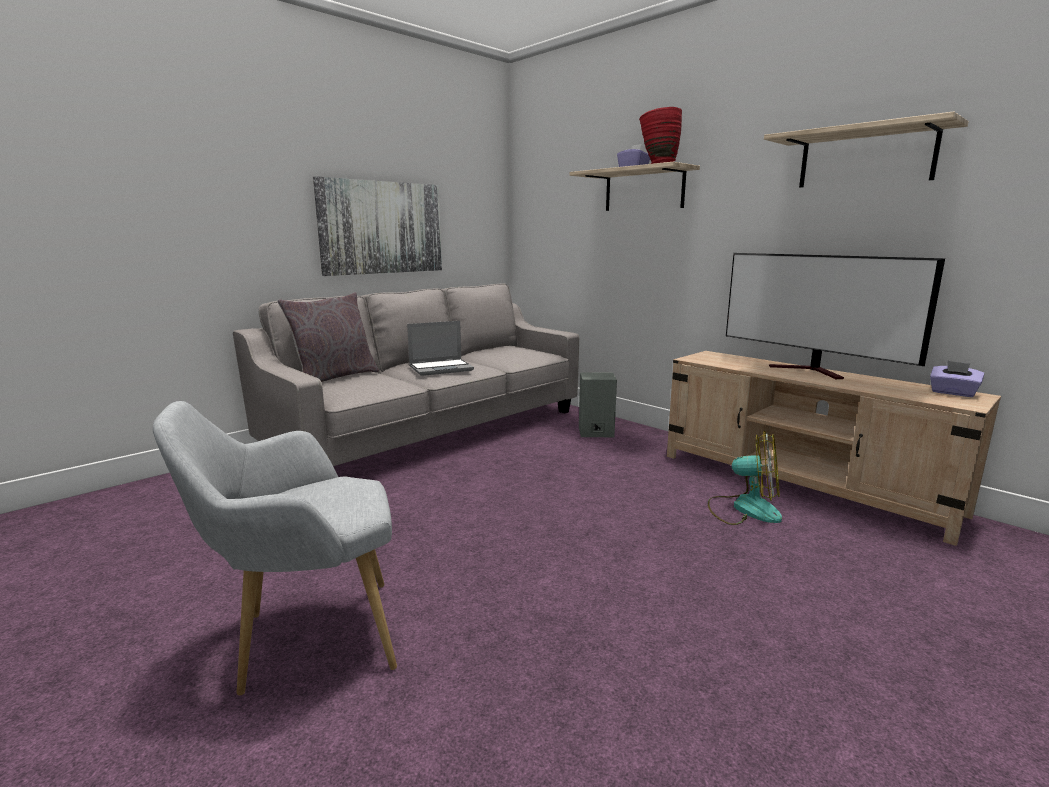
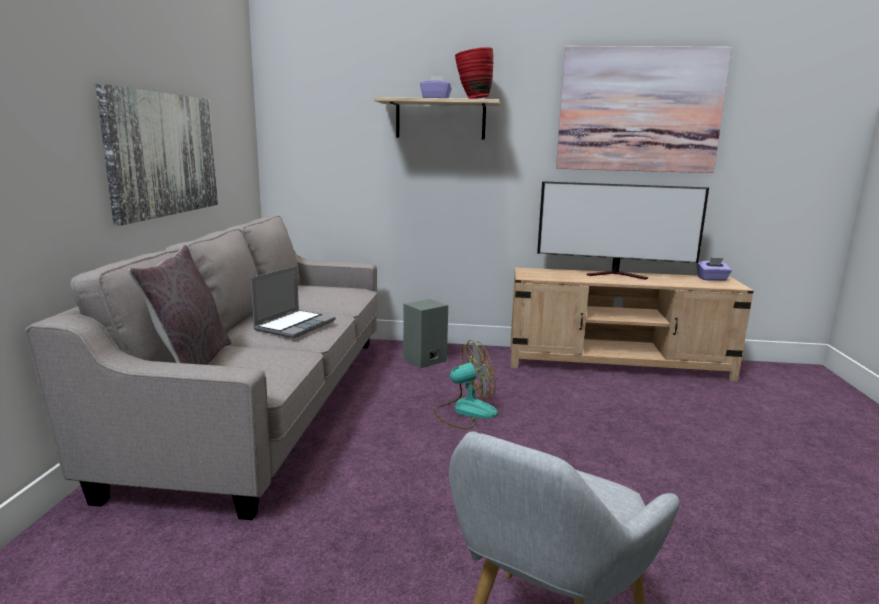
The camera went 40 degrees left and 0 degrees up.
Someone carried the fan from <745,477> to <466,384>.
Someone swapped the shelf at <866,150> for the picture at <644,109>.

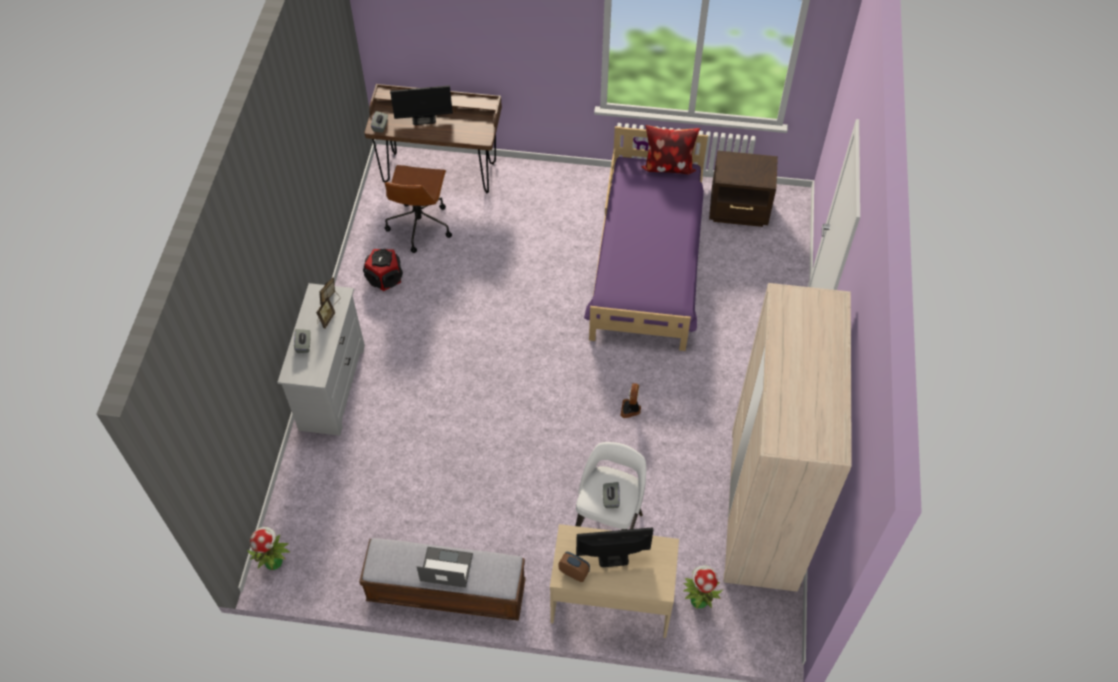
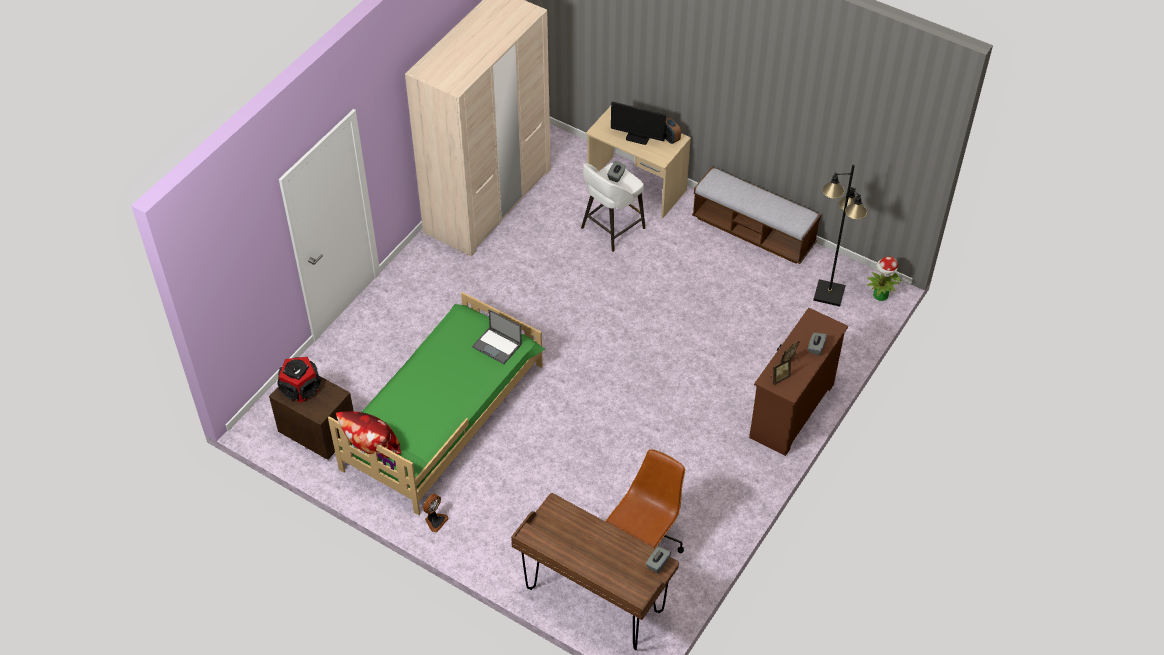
The camera went 155 degrees left and 5 degrees down.
Someone took away the monitor at <421,105>.
Someone took away the potted plant at <703,587>.
Someone put down the floor lamp (black) at <840,236>.
Someone carried the speaker from <383,270> to <299,380>.
Someone carried the laptop from <445,567> to <497,336>.
Someone carried the fan from <630,400> to <436,512>.
Someone repainted the dresser (white) at <321,359>, which became the dresser (brown) at <798,382>.
Someone repainted the bed (purple) at <646,238>, which became the bed (green) at <437,403>.

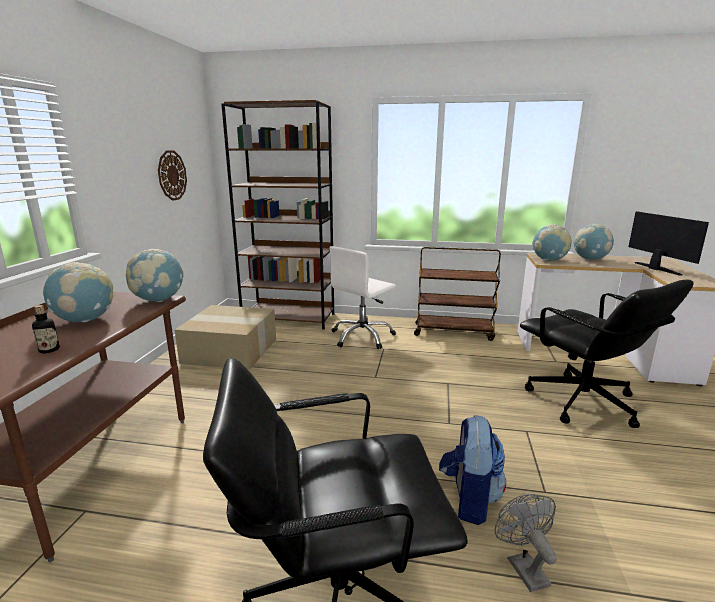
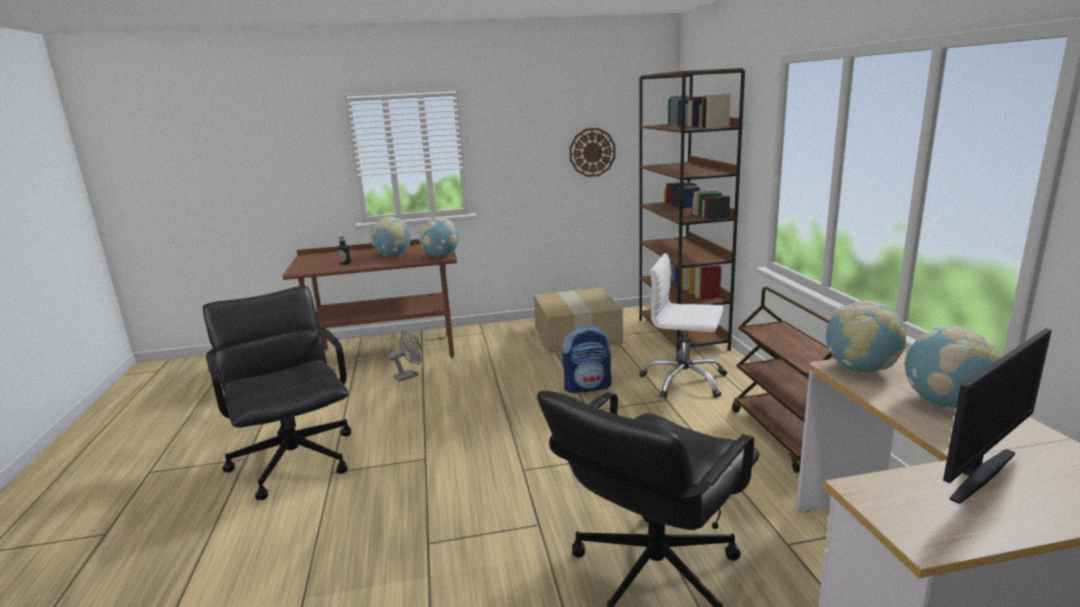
The camera went 70 degrees right and 0 degrees up.
Someone carried the backpack from <472,470> to <587,359>.
Someone carried the fan (grey) from <526,543> to <405,356>.

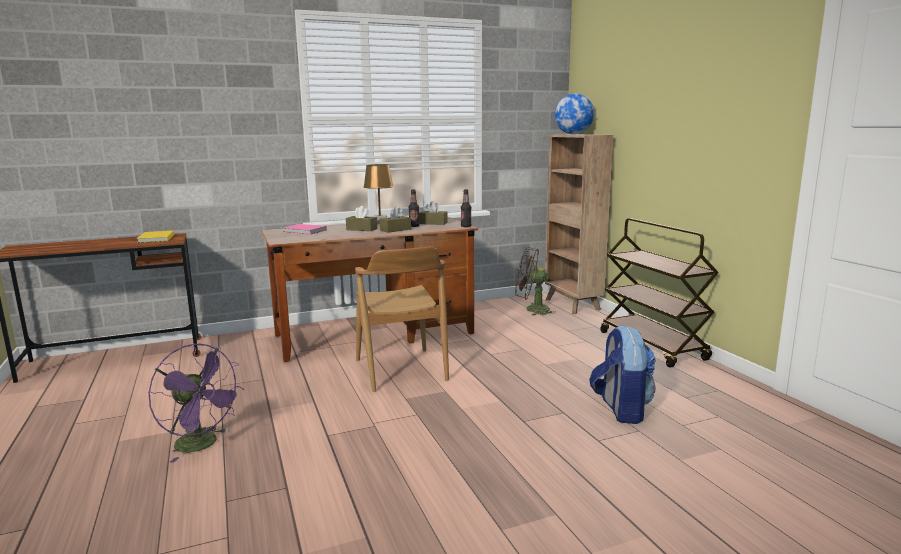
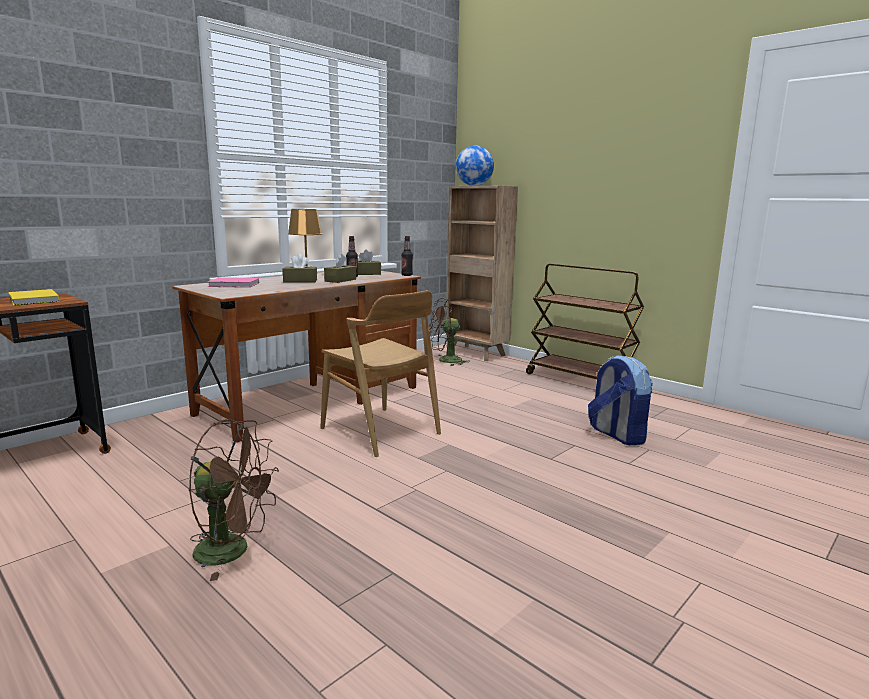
The camera went 25 degrees left and 0 degrees up.
Someone repainted the fan (purple) at <196,403>, which became the fan (brown) at <234,500>.

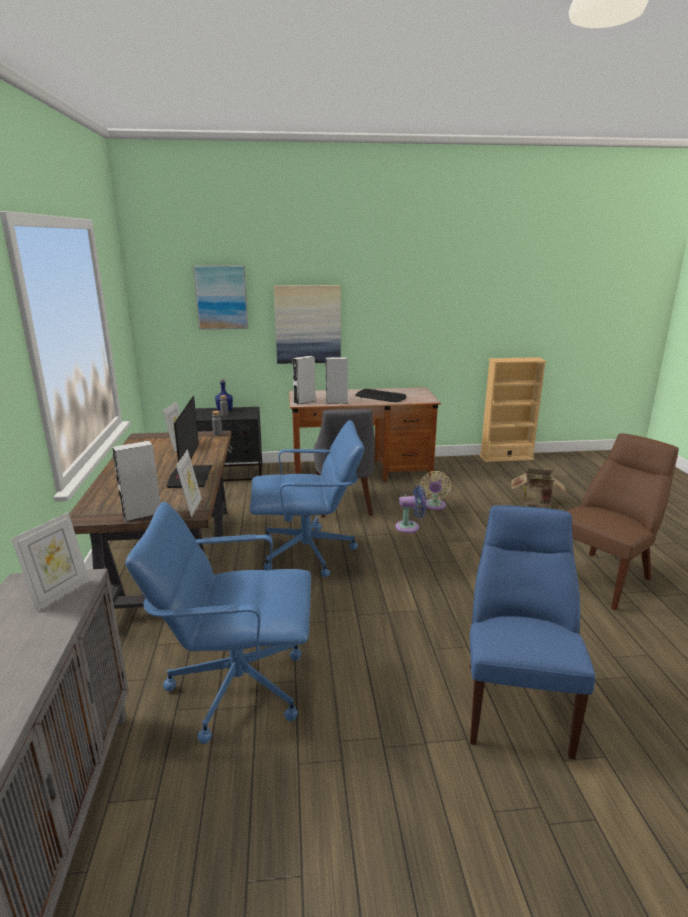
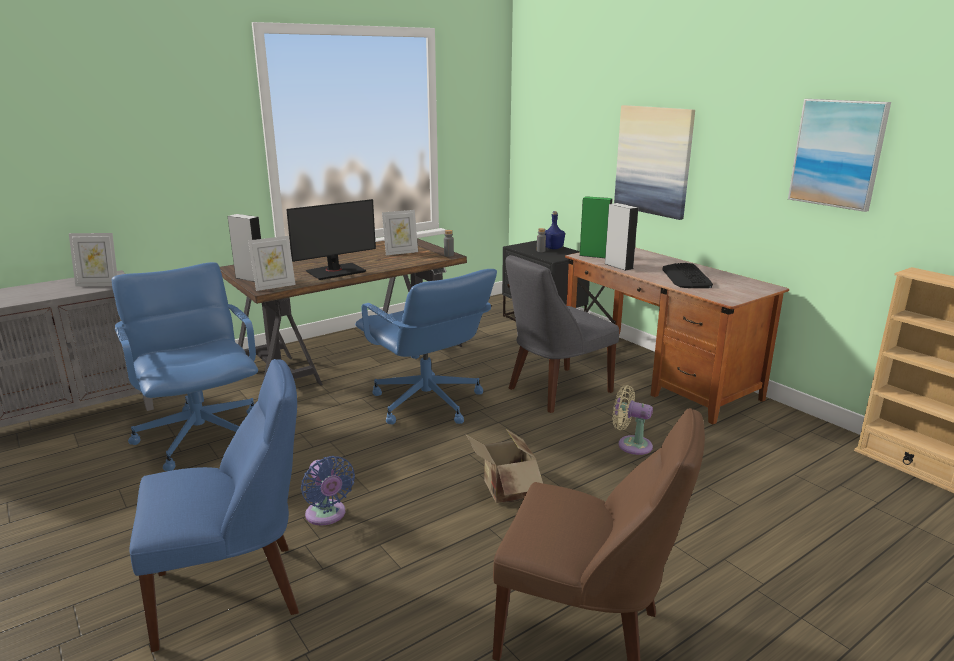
The camera went 60 degrees right and 0 degrees up.
Someone carried the picture from <220,297> to <839,155>.
Someone carried the fan (blue) from <410,509> to <328,490>.
Someone carried the cardboard box from <539,487> to <504,466>.
Someone repainted the speaker (grey) at <304,380>, which became the speaker (green) at <596,227>.
Someone rotated the fan (beige) at <435,490> by 45 degrees clockwise.

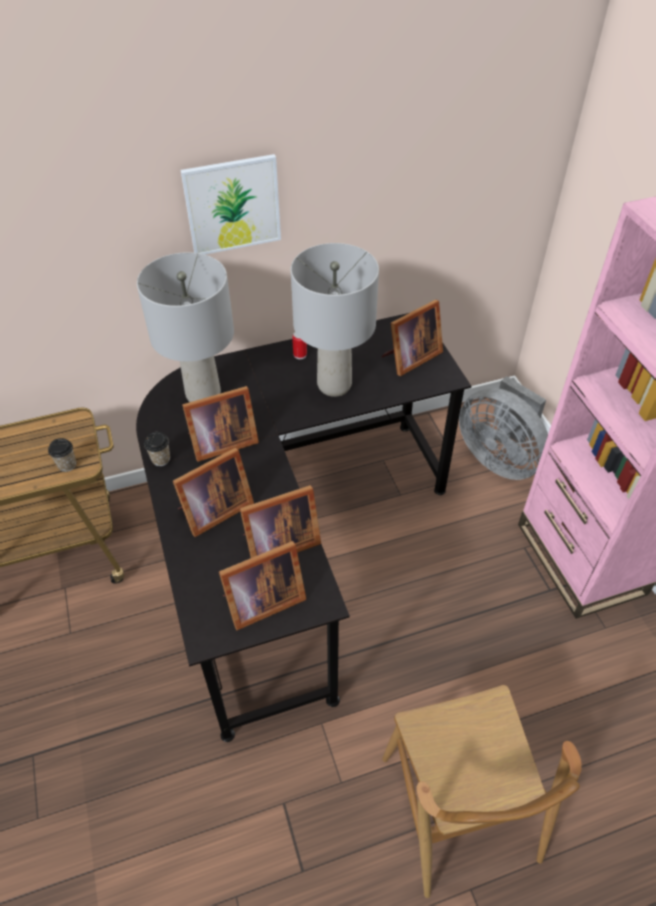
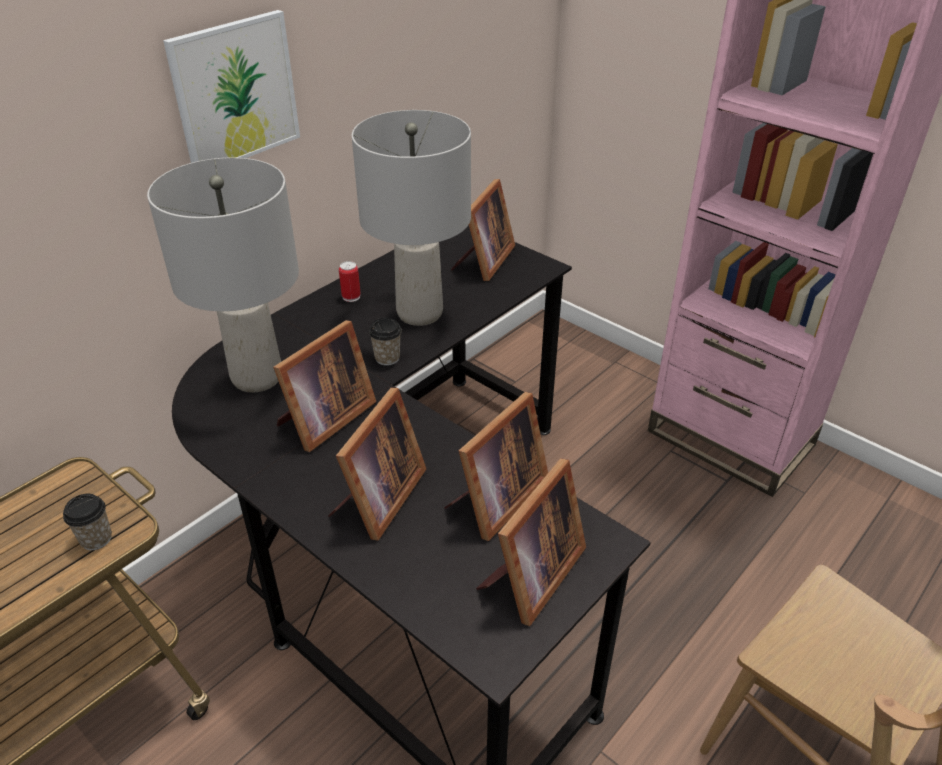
The camera went 30 degrees left and 10 degrees down.
Someone took away the fan (grey) at <503,428>.
Someone carried the cup from <157,449> to <385,342>.

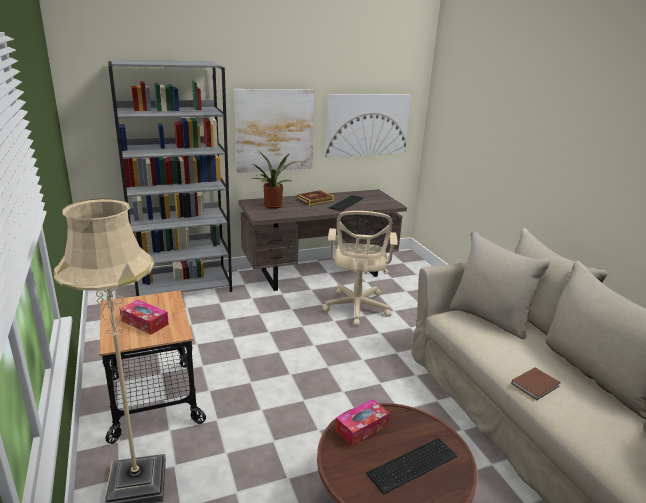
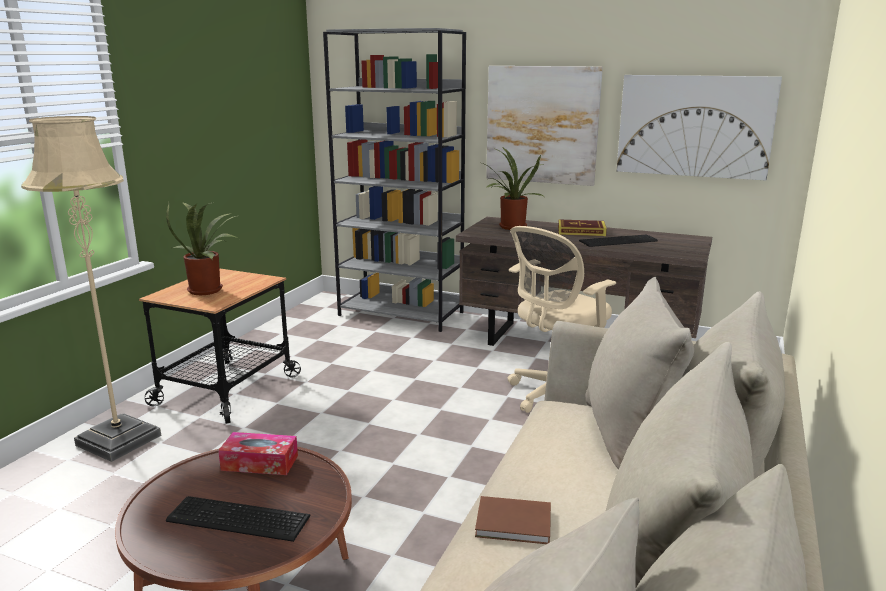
The camera went 45 degrees right and 5 degrees down.
Someone swapped the tissue box at <144,317> for the potted plant at <202,248>.

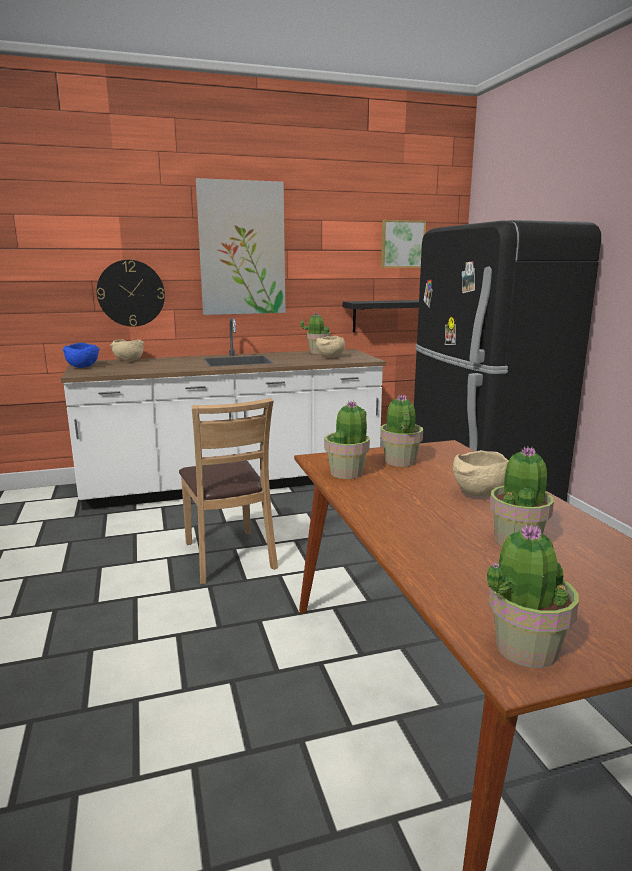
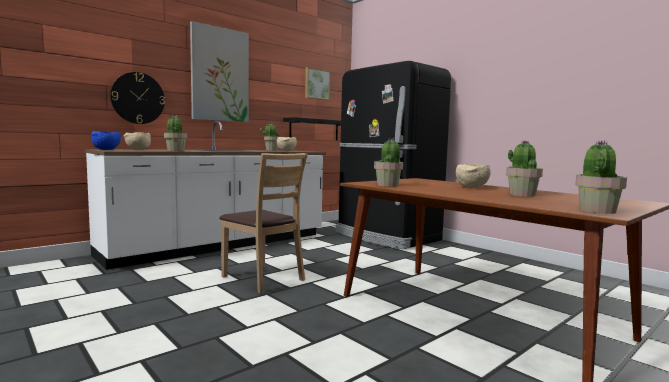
The camera went 25 degrees left and 10 degrees down.
Someone carried the potted plant from <401,430> to <175,133>.

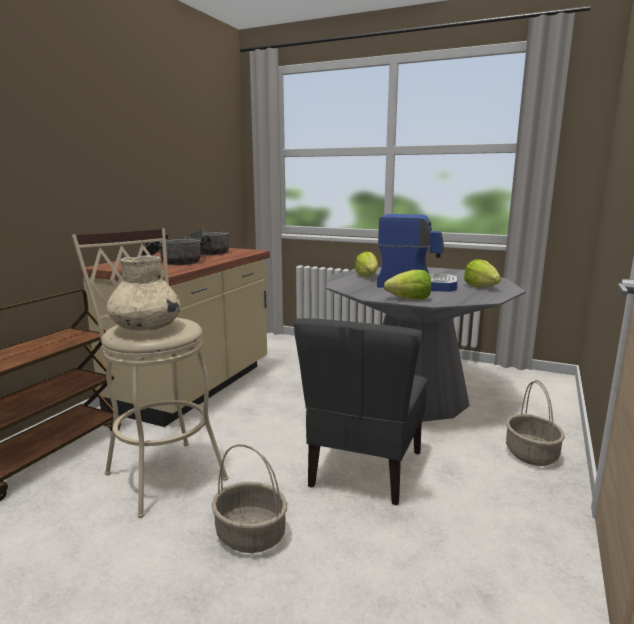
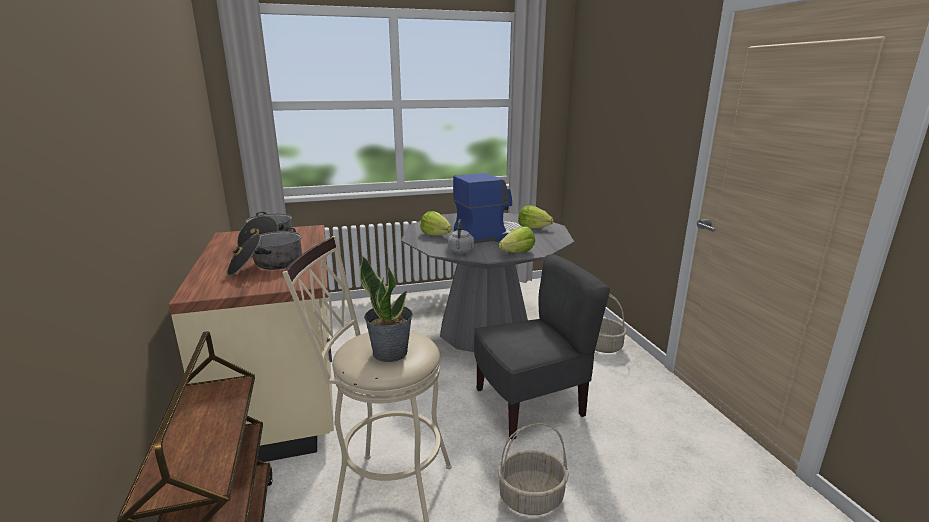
The camera went 40 degrees left and 5 degrees up.
Someone put down the kettle (grey) at <461,236>.
Someone swapped the vase (beige) at <144,293> for the potted plant at <386,309>.
Someone rotated the chair (grey) at <360,411> by 90 degrees counterclockwise.

